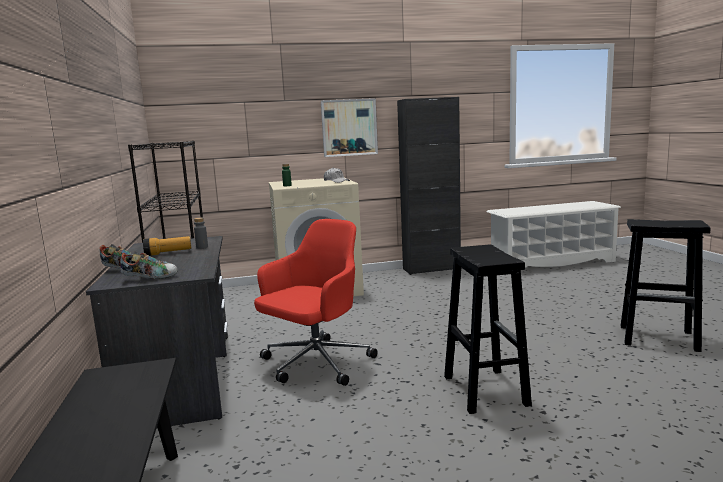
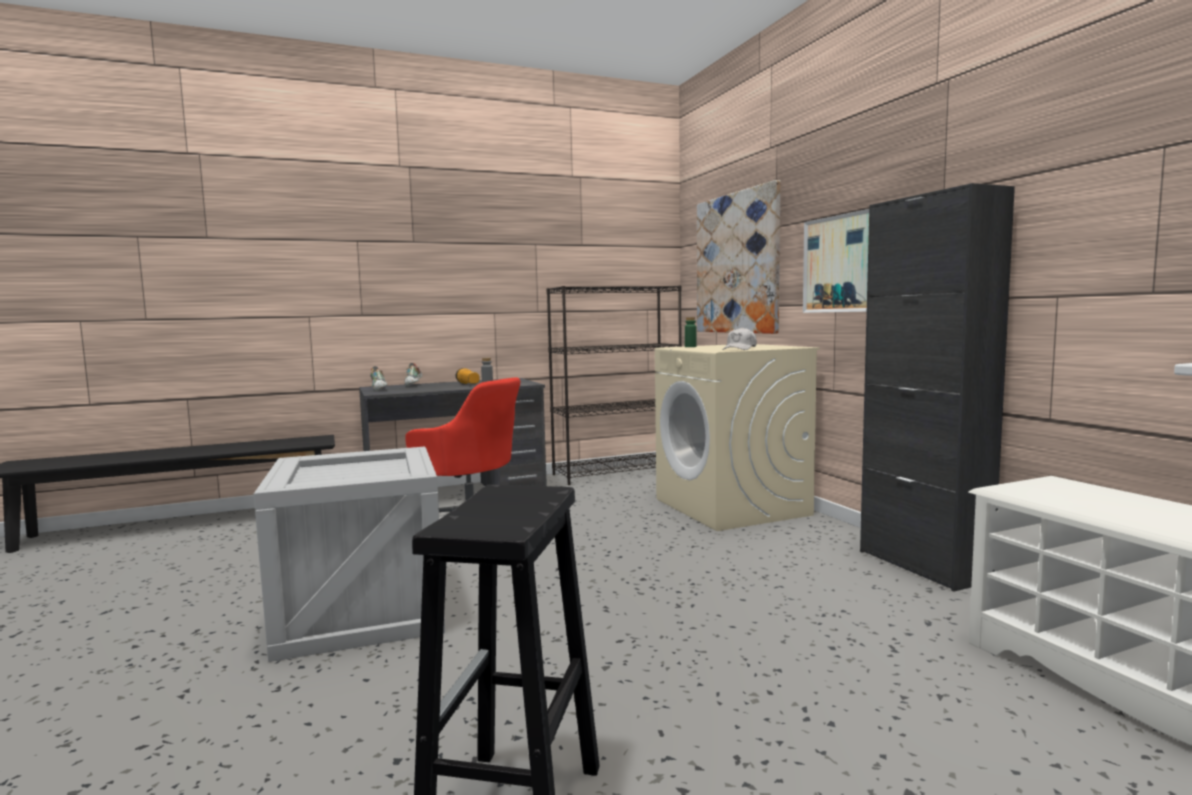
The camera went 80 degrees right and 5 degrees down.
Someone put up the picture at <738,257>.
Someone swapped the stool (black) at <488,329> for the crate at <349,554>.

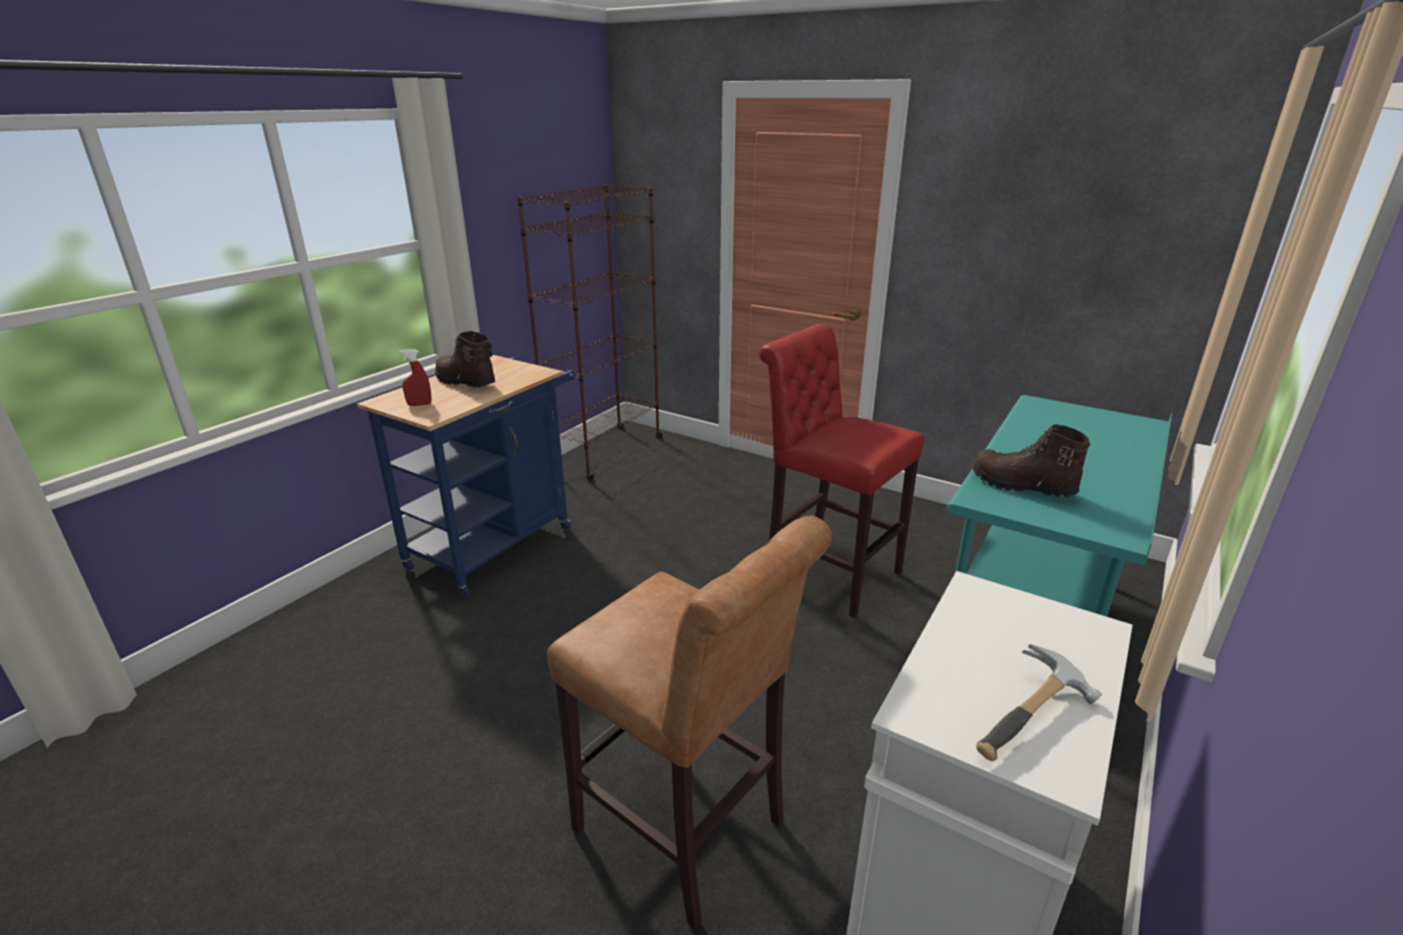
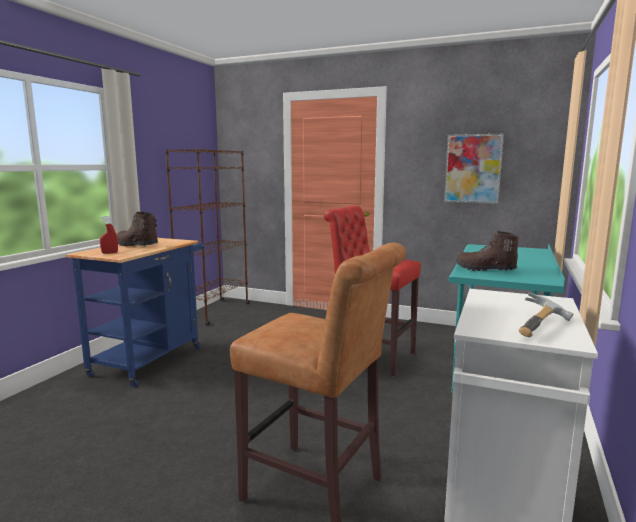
The camera went 10 degrees left and 15 degrees down.
Someone put up the picture at <474,169>.

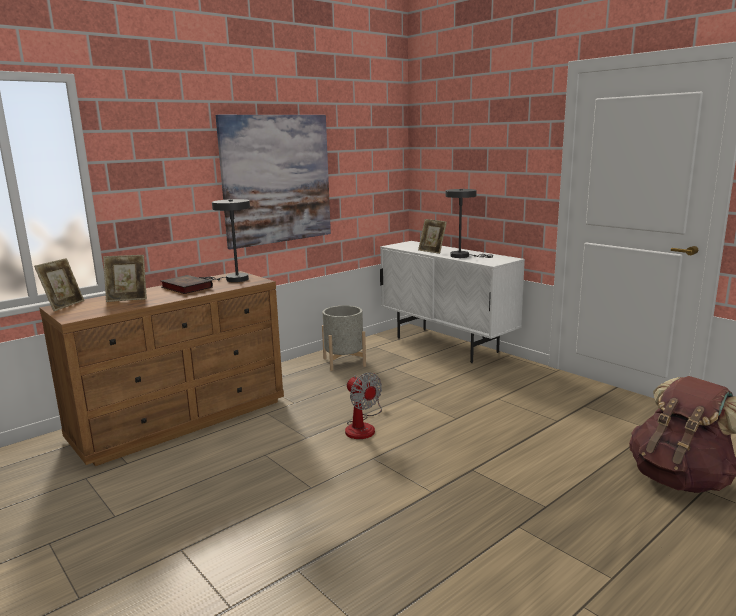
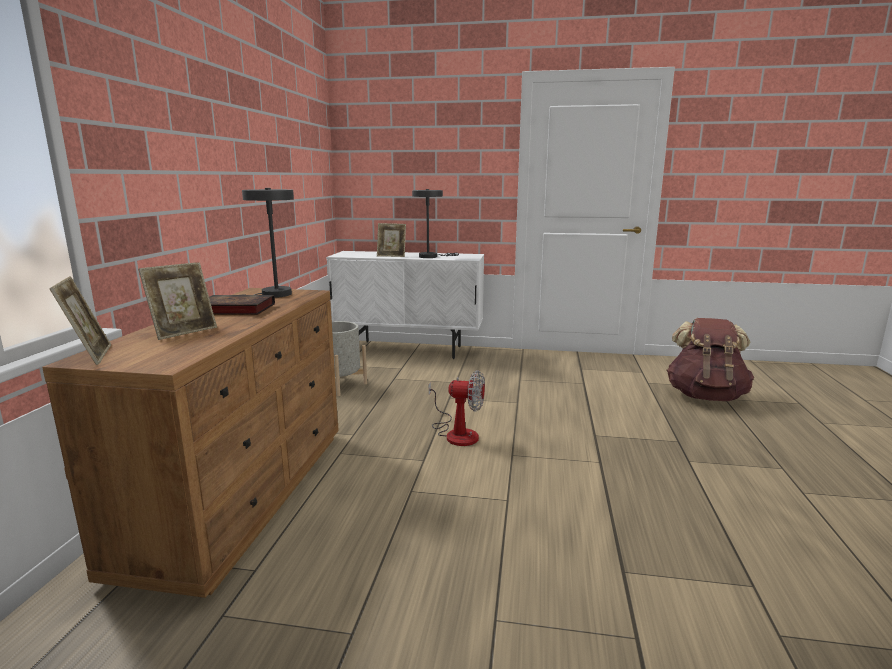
The camera went 40 degrees left and 0 degrees up.
Someone took away the picture at <273,182>.

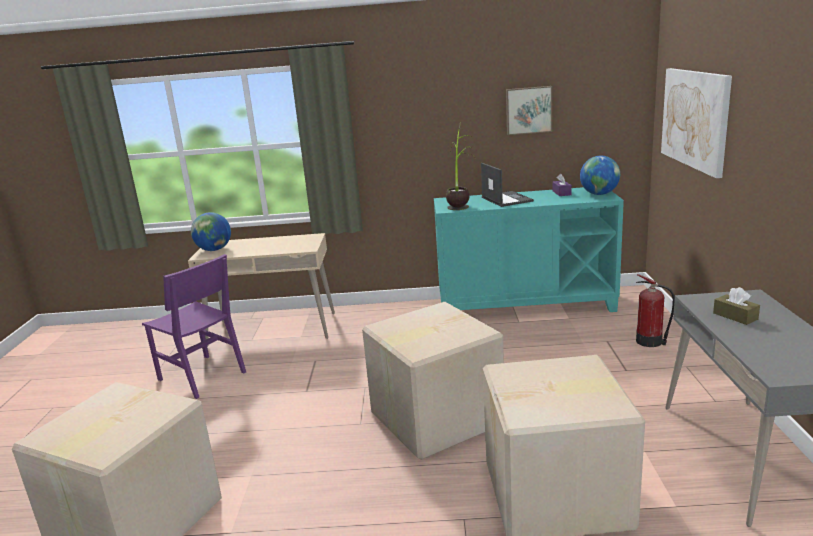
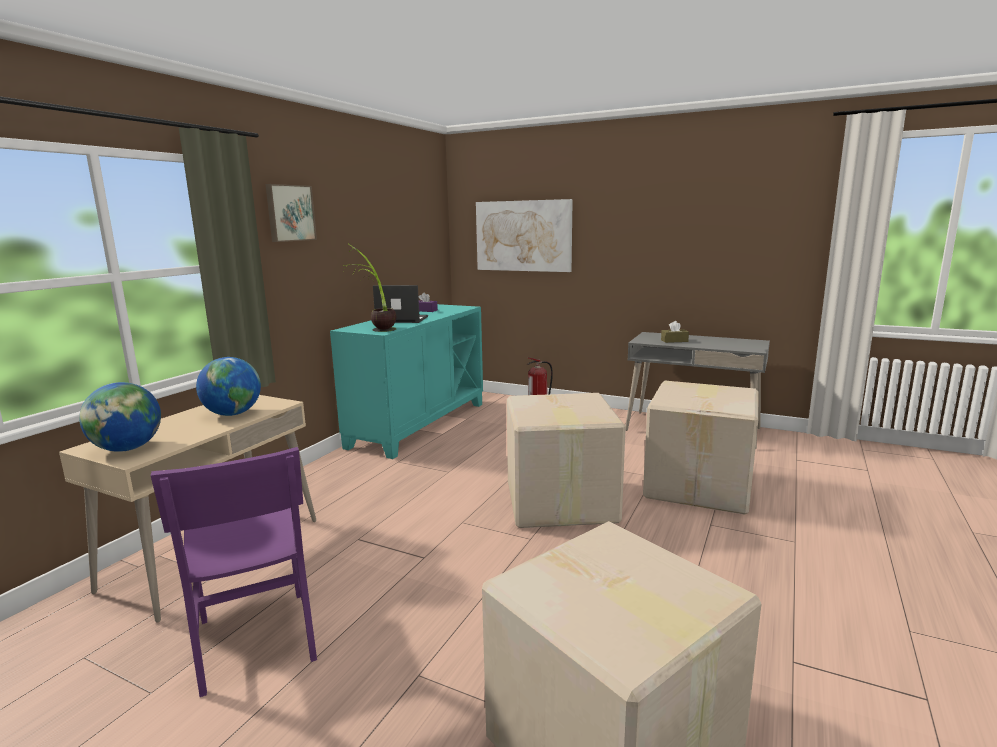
The camera went 65 degrees left and 5 degrees down.
Someone carried the picture from <529,110> to <291,213>.
Someone carried the globe from <600,175> to <228,386>.
Someone rotated the chair (purple) at <194,326> by 90 degrees clockwise.

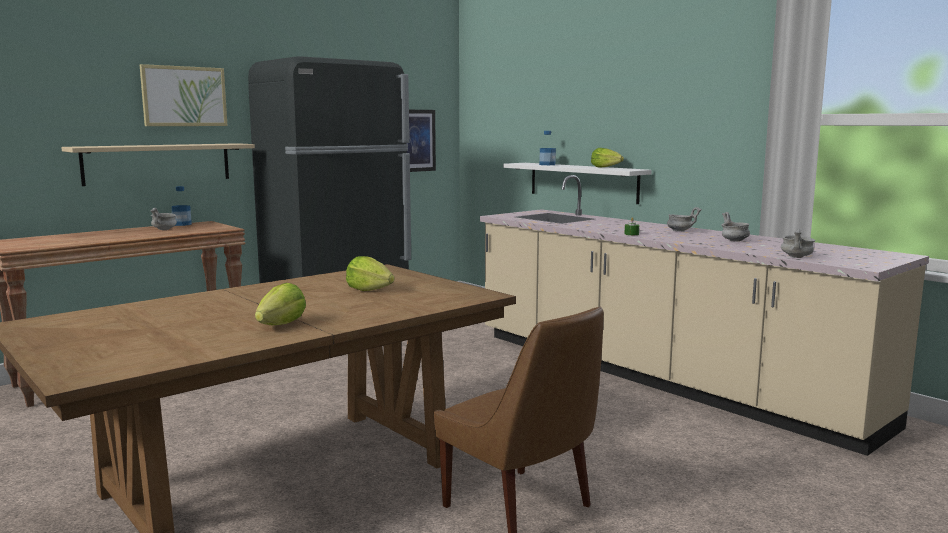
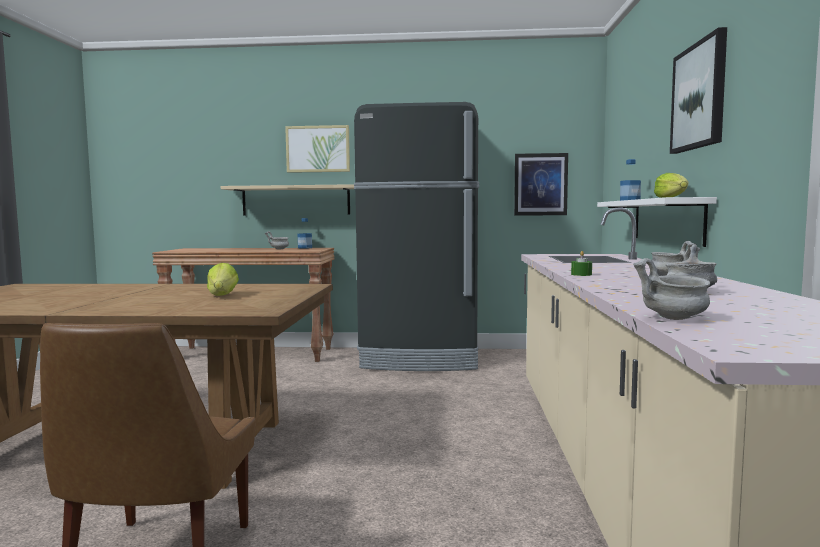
The camera went 45 degrees right and 5 degrees down.
Someone took away the lettuce at <280,304>.
Someone put up the picture at <698,90>.

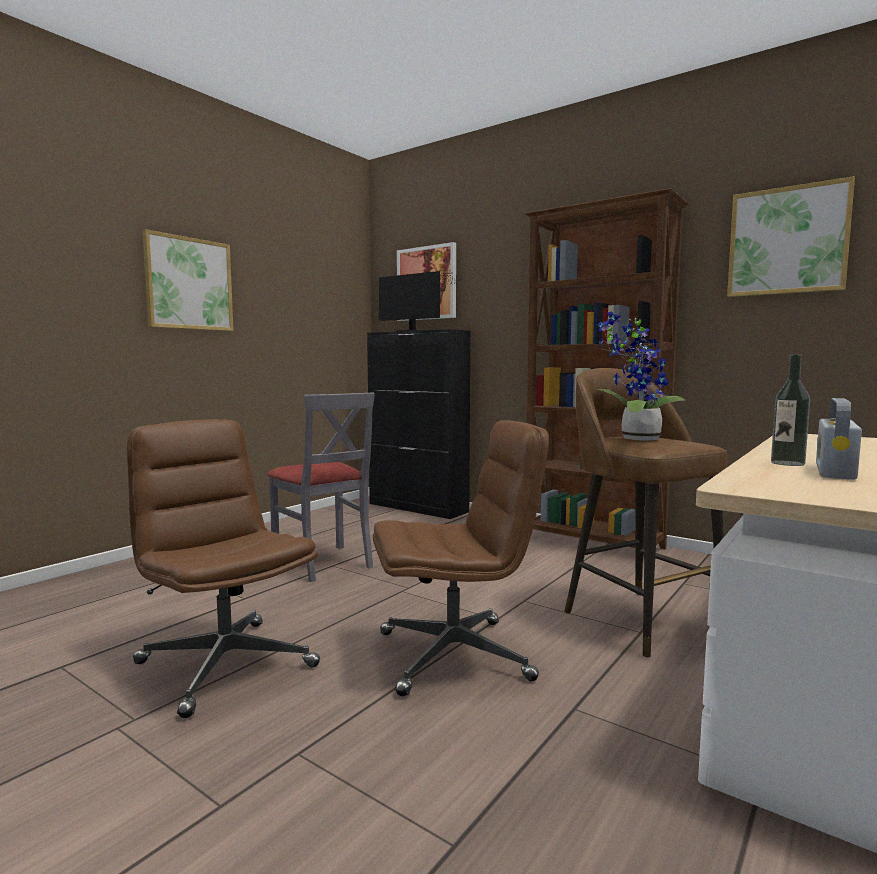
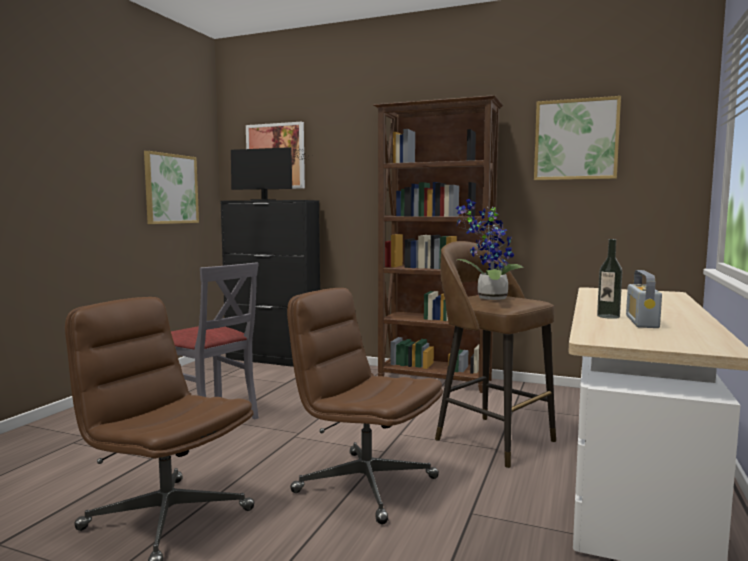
The camera went 15 degrees left and 0 degrees up.
Someone carried the picture from <187,280> to <171,187>.
Someone rotated the office chair (brown) at <461,558> by 120 degrees counterclockwise.

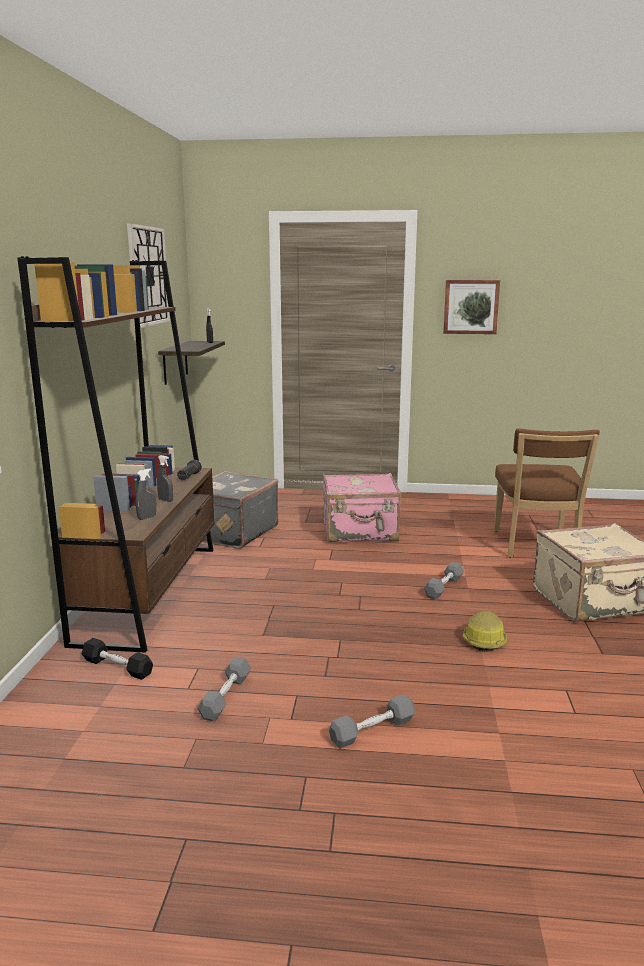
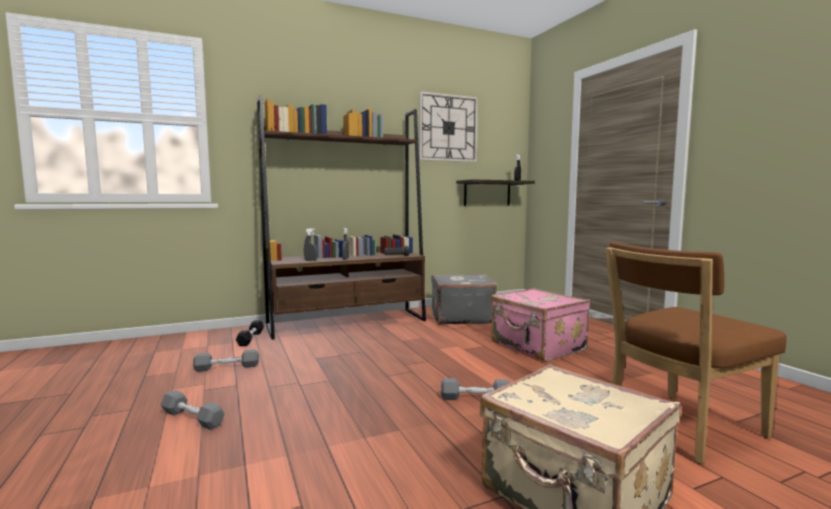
The camera went 60 degrees right and 10 degrees down.
Someone took away the picture at <471,307>.
Someone took away the hard hat at <485,631>.

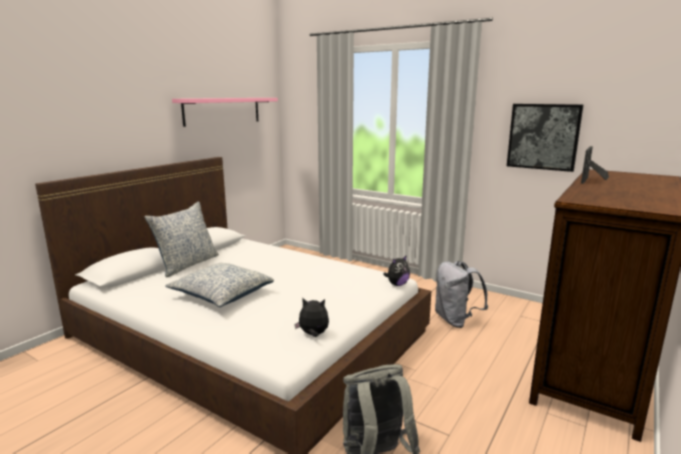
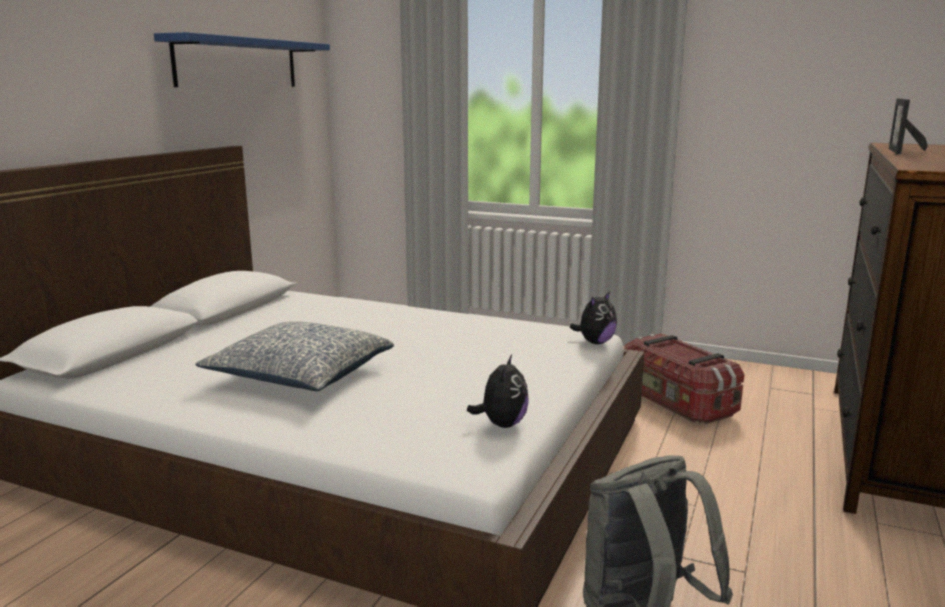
The camera went 10 degrees left and 0 degrees up.
Someone took away the pillow at <181,239>.
Someone took away the picture at <545,138>.
Someone swapped the backpack (grey) at <461,294> for the storage box at <684,378>.
Someone repainted the shelf (pink) at <225,112>, which became the shelf (blue) at <242,59>.
Someone rotated the plush toy at <311,317> by 105 degrees clockwise.

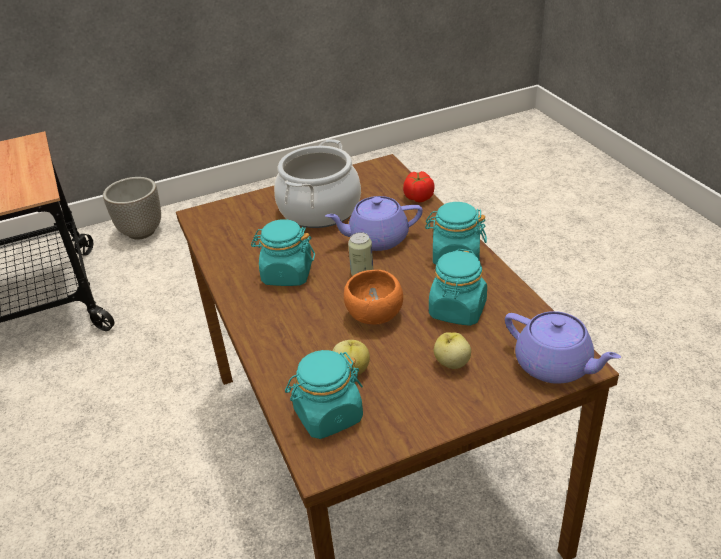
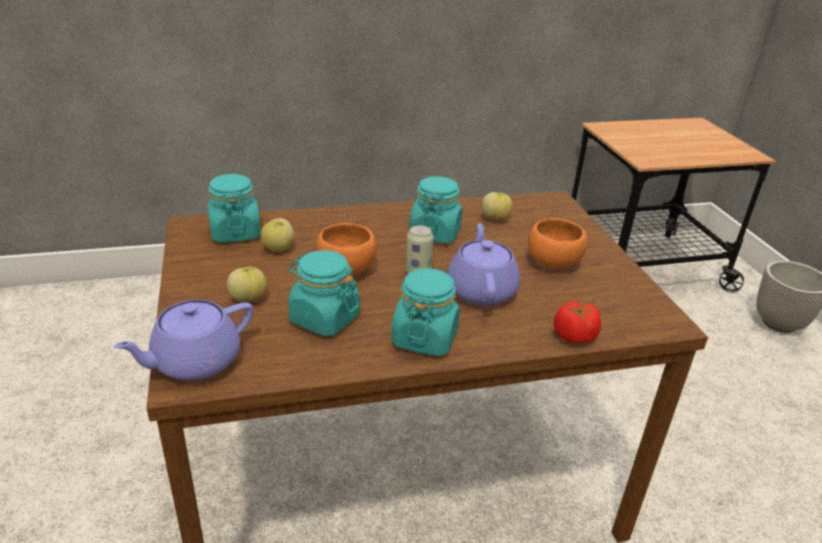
The camera went 95 degrees right and 5 degrees down.
Someone put down the apple at <497,206>.
Someone swapped the cooking pot at <317,183> for the bowl (orange) at <557,243>.

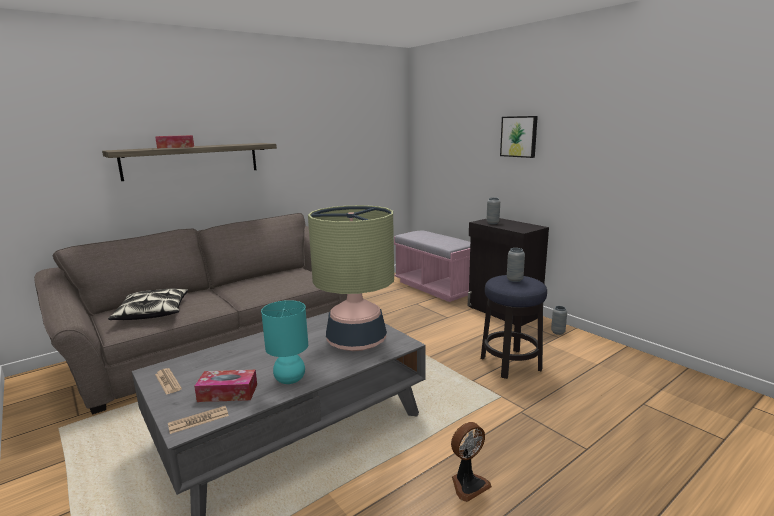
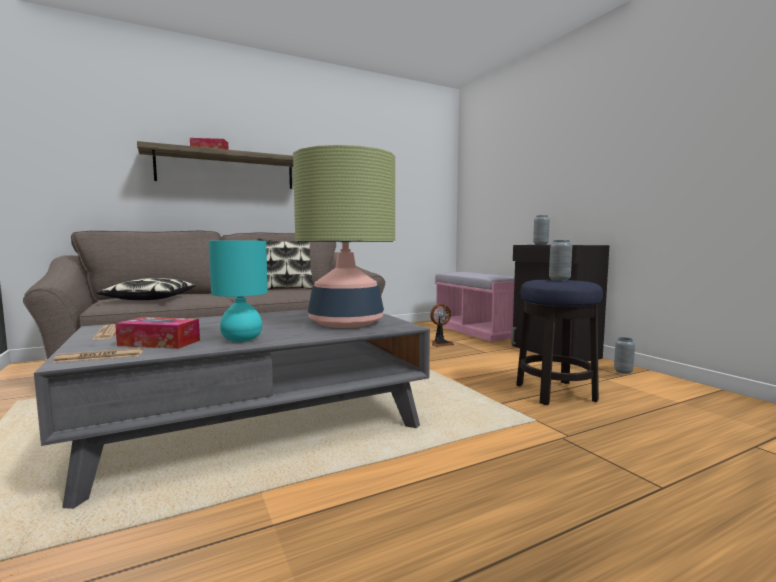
The camera went 10 degrees right and 10 degrees down.
Someone took away the picture at <519,137>.
Someone put down the pillow at <285,263>.
Someone carried the fan from <471,462> to <442,325>.

